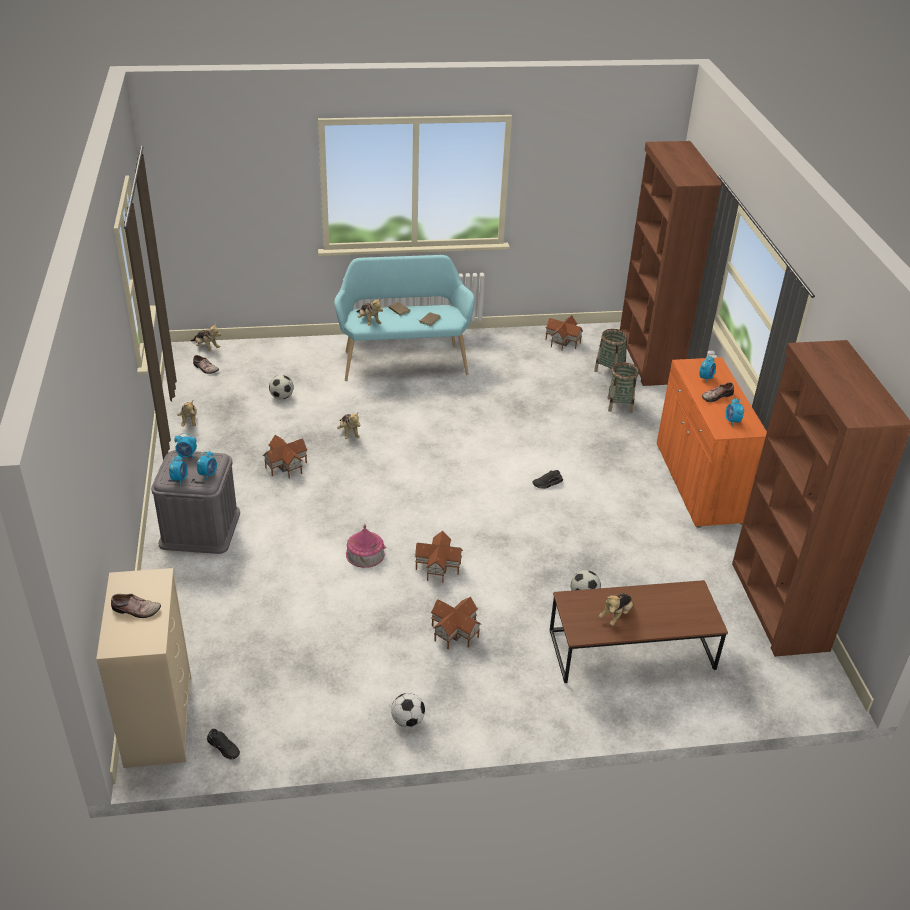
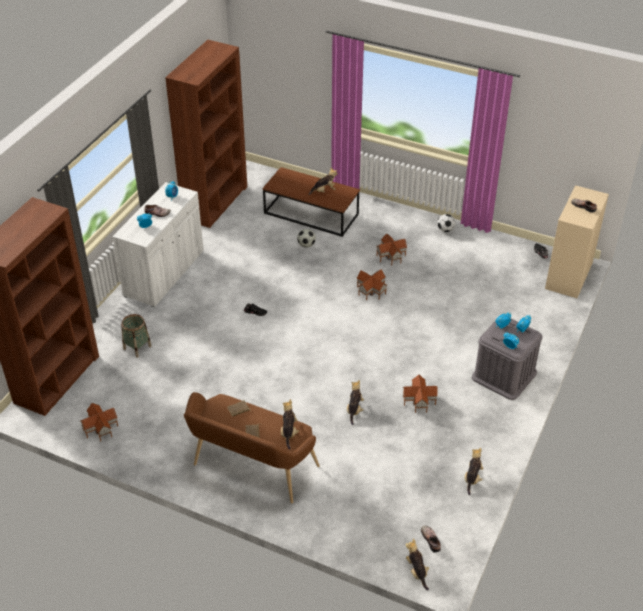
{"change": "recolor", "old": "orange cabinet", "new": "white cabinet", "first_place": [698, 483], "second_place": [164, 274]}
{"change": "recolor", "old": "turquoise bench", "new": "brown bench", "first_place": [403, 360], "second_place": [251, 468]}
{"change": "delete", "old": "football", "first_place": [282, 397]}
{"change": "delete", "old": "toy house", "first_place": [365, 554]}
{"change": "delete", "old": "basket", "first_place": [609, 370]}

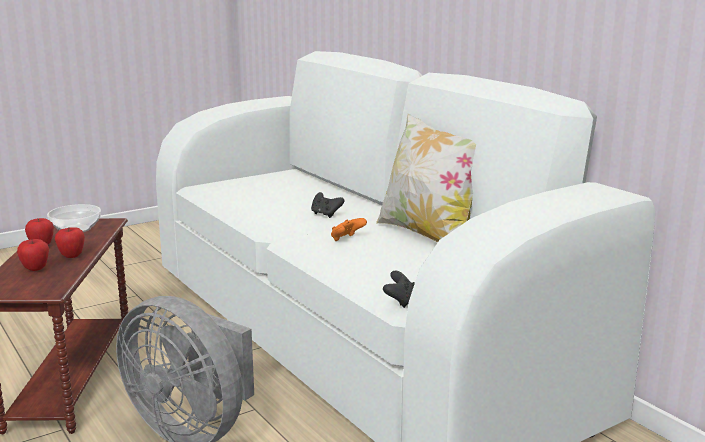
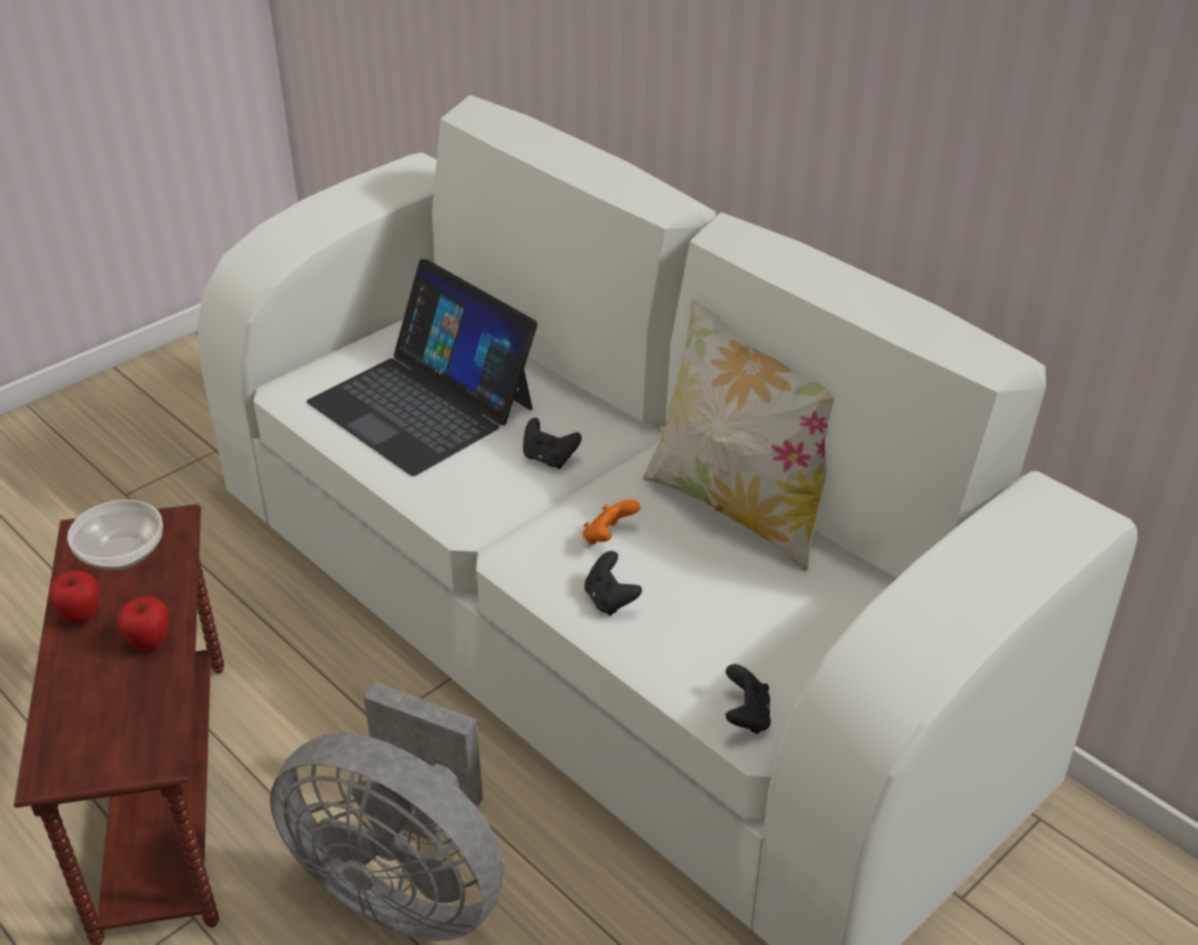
{"change": "insert", "new": "laptop", "second_place": [423, 404]}
{"change": "insert", "new": "black game controller", "second_place": [610, 600]}
{"change": "delete", "old": "apple", "first_place": [35, 269]}

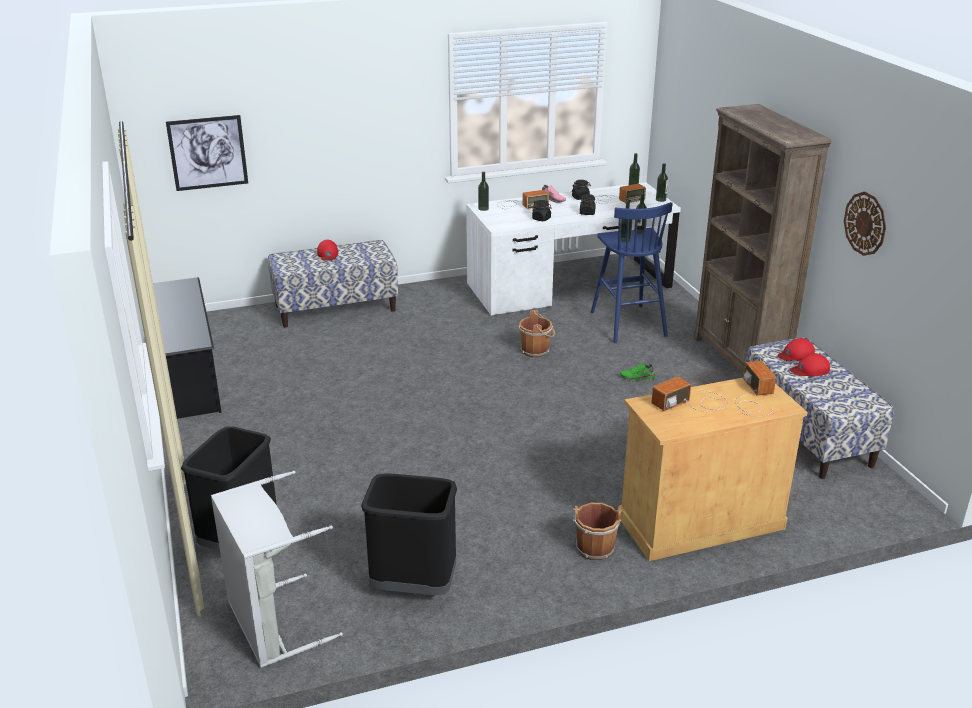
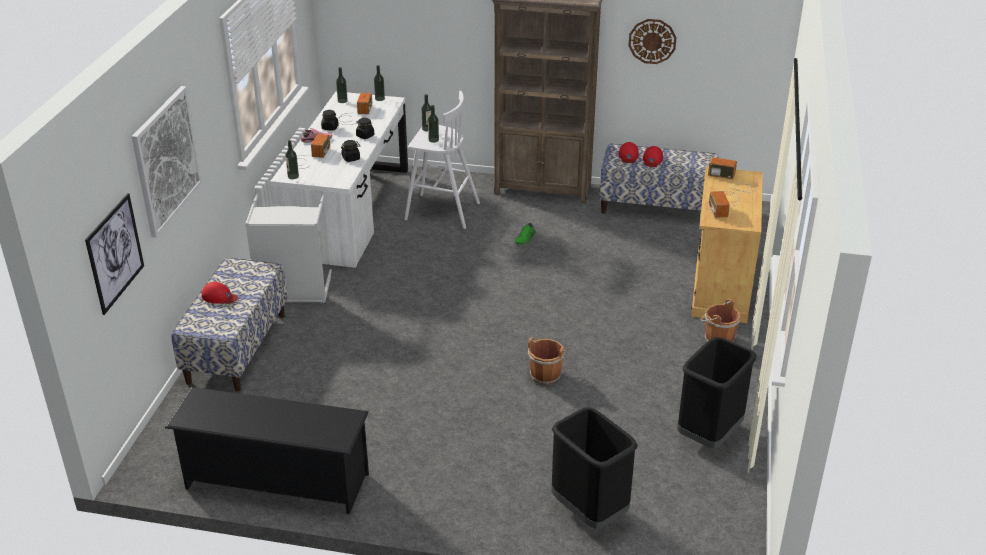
{"change": "insert", "new": "picture", "second_place": [166, 160]}
{"change": "move", "old": "grey laundry basket", "first_place": [271, 624], "second_place": [293, 292]}
{"change": "recolor", "old": "blue stool", "new": "white stool", "first_place": [627, 323], "second_place": [440, 211]}
{"change": "move", "old": "brown bucket", "first_place": [536, 350], "second_place": [545, 374]}

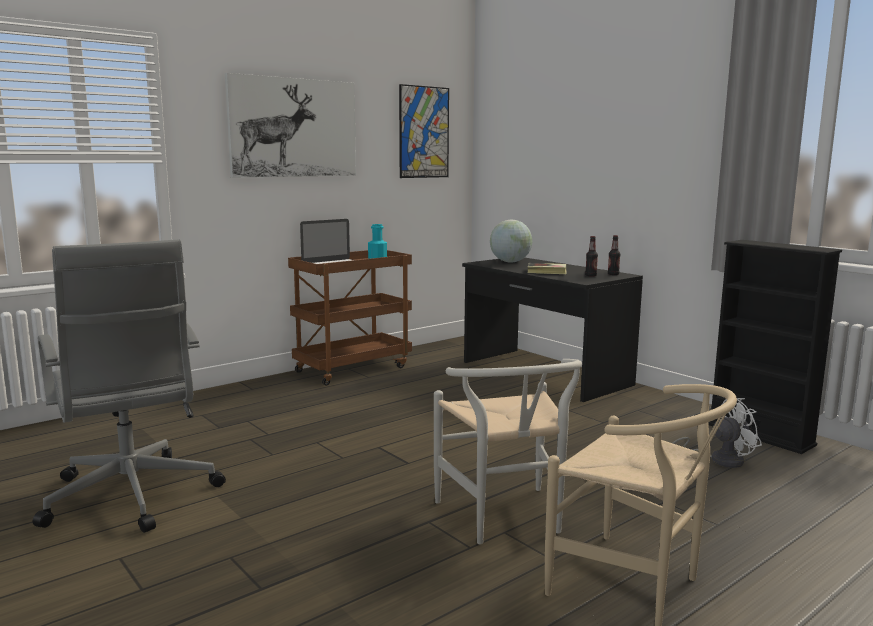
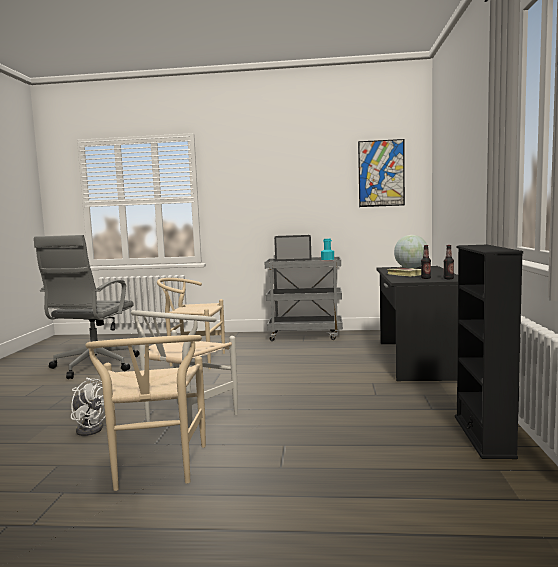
{"change": "move", "old": "white fan", "first_place": [719, 460], "second_place": [90, 428]}
{"change": "insert", "new": "beige chair", "second_place": [193, 360]}
{"change": "recolor", "old": "brown cart", "new": "grey cart", "first_place": [353, 369], "second_place": [306, 335]}
{"change": "delete", "old": "picture", "first_place": [293, 128]}

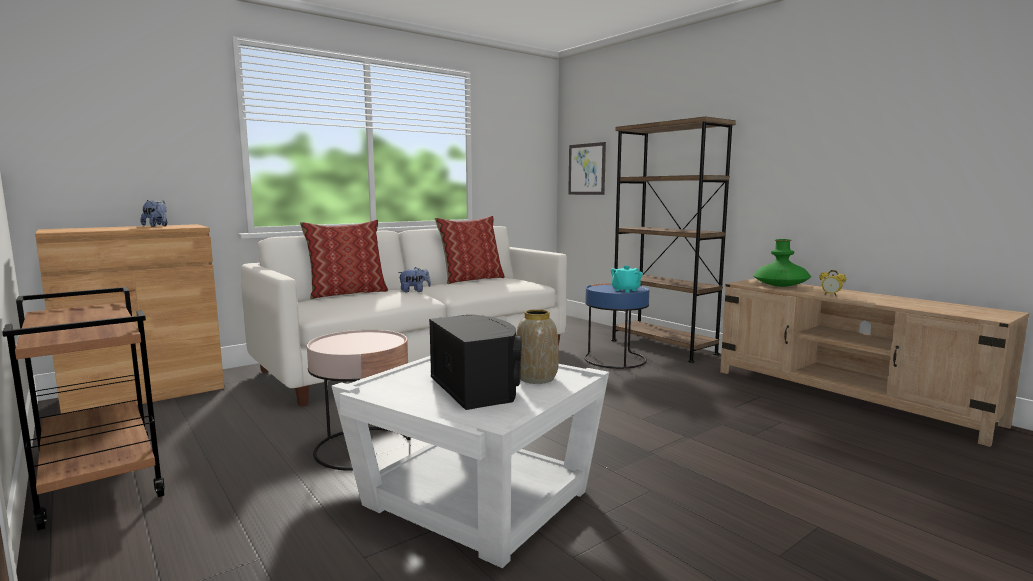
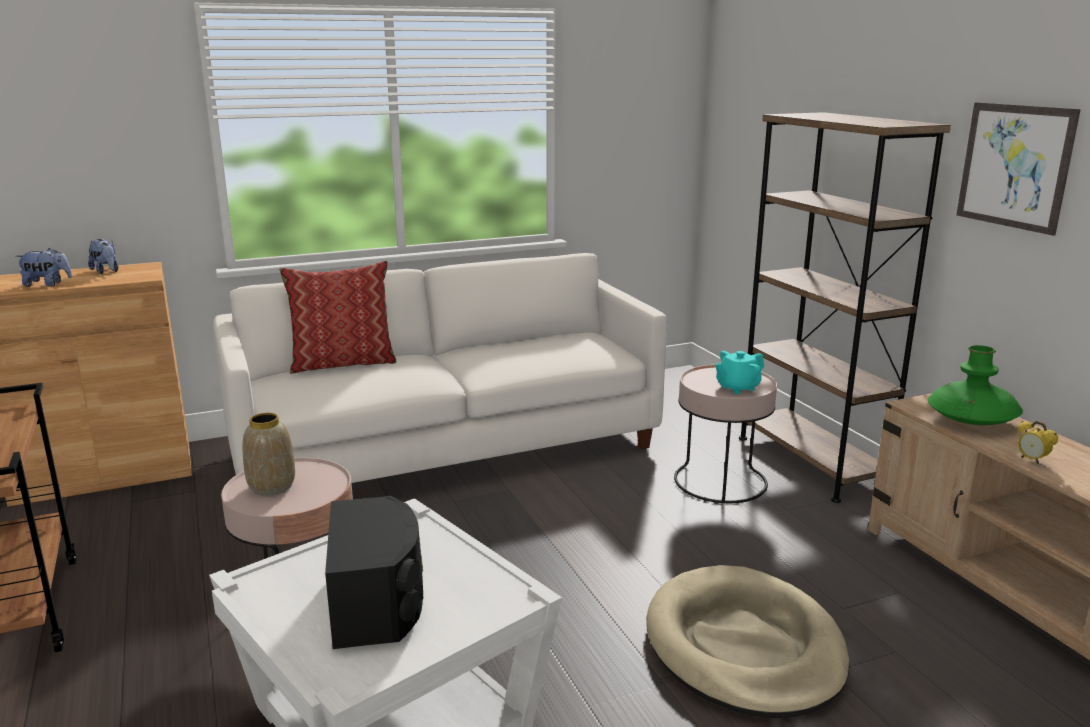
{"change": "move", "old": "plush toy", "first_place": [414, 291], "second_place": [47, 284]}
{"change": "move", "old": "vase", "first_place": [536, 378], "second_place": [271, 487]}
{"change": "insert", "new": "beige dog bed", "second_place": [744, 647]}
{"change": "recolor", "old": "blue side table", "new": "pink side table", "first_place": [615, 359], "second_place": [720, 481]}
{"change": "move", "old": "picture", "first_place": [586, 169], "second_place": [1014, 166]}
{"change": "delete", "old": "pillow", "first_place": [471, 279]}

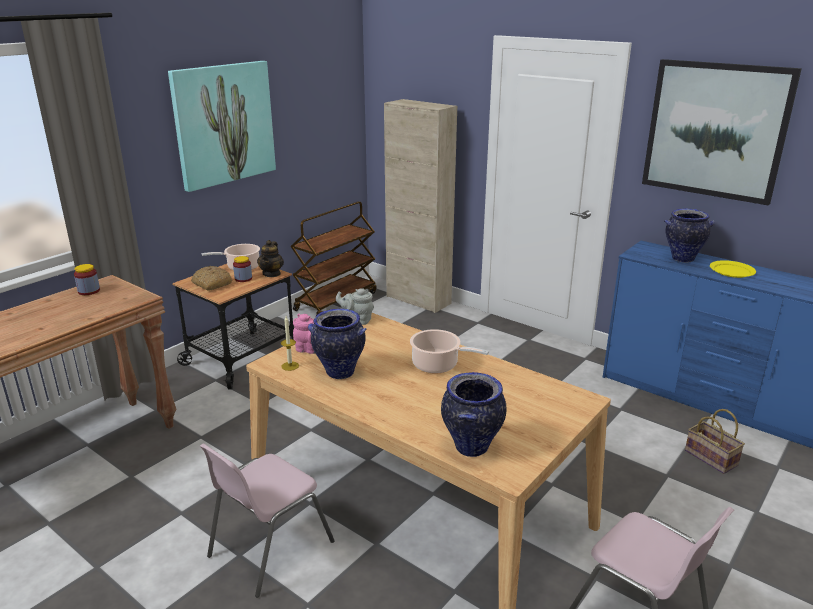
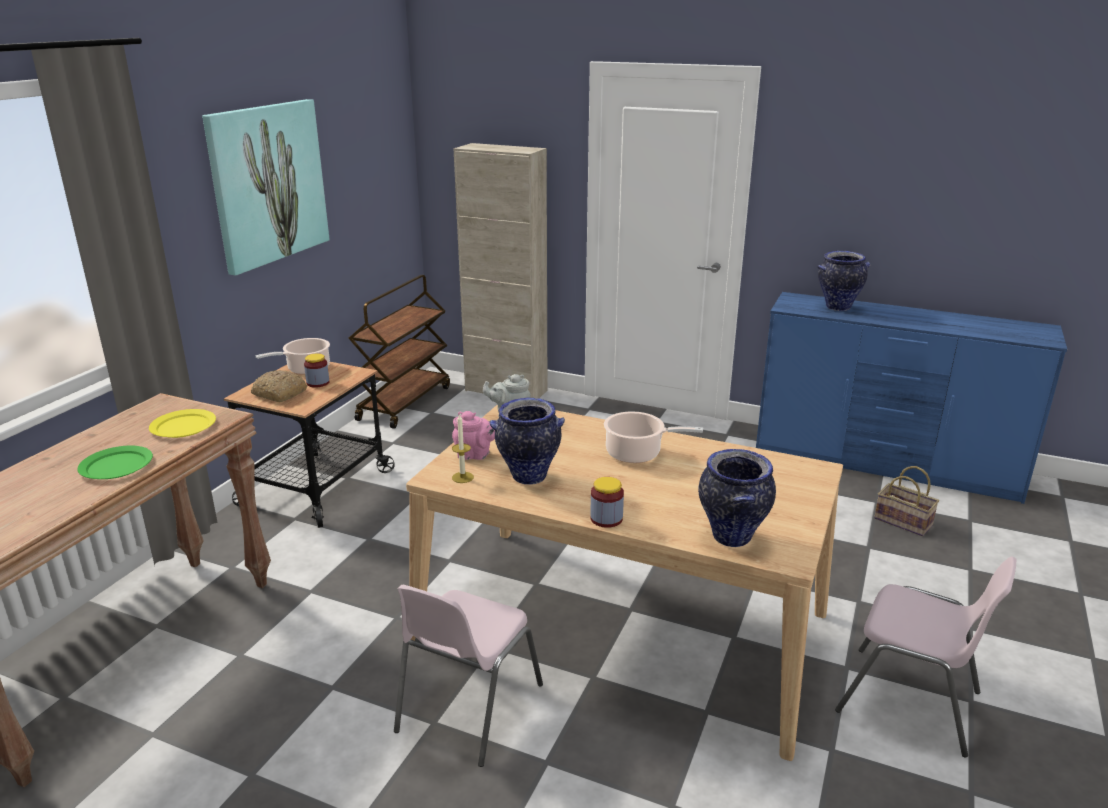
{"change": "insert", "new": "green plate", "second_place": [117, 466]}
{"change": "move", "old": "yellow plate", "first_place": [731, 271], "second_place": [183, 426]}
{"change": "move", "old": "jar", "first_place": [89, 291], "second_place": [606, 519]}
{"change": "delete", "old": "teapot", "first_place": [272, 274]}
{"change": "delete", "old": "picture", "first_place": [715, 130]}

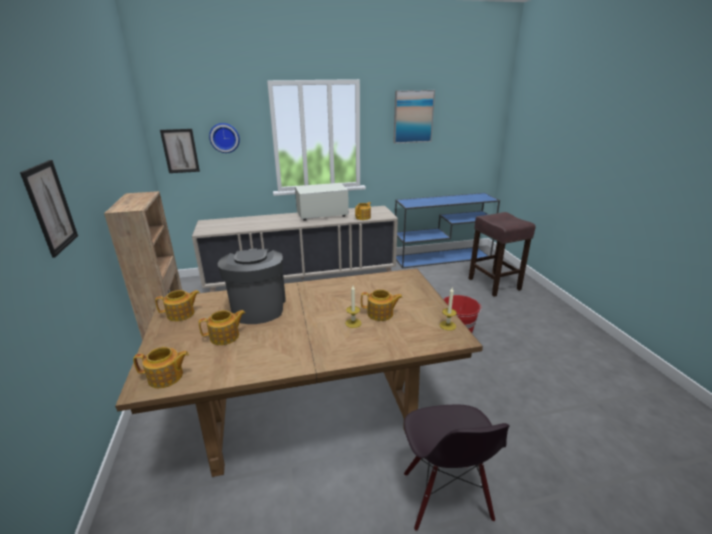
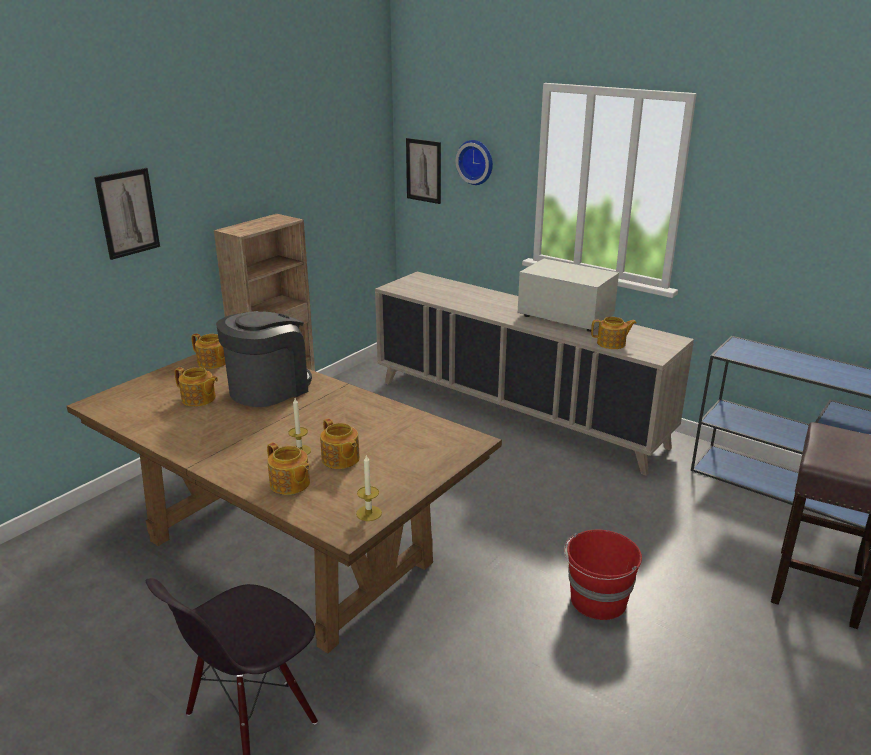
{"change": "move", "old": "teapot", "first_place": [166, 377], "second_place": [290, 484]}
{"change": "delete", "old": "picture", "first_place": [413, 116]}

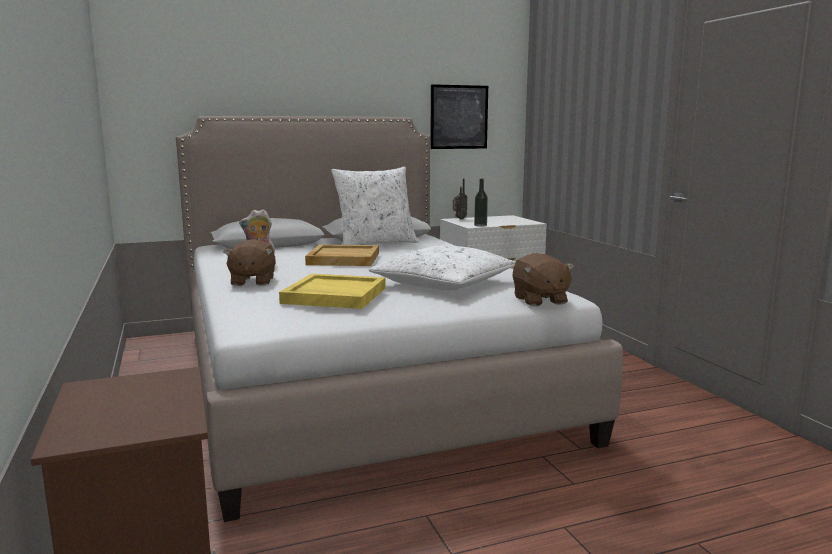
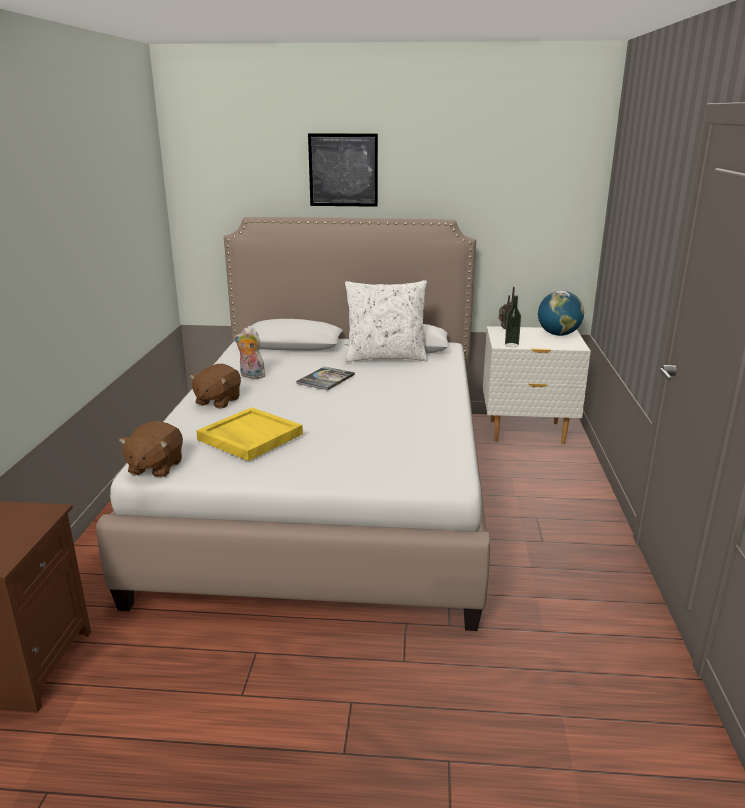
{"change": "move", "old": "brown plush toy", "first_place": [539, 300], "second_place": [155, 467]}
{"change": "replace", "old": "beige tray", "new": "book", "first_place": [343, 259], "second_place": [325, 379]}
{"change": "move", "old": "picture", "first_place": [459, 117], "second_place": [343, 170]}
{"change": "insert", "new": "globe", "second_place": [558, 334]}
{"change": "delete", "old": "white pillow", "first_place": [443, 283]}

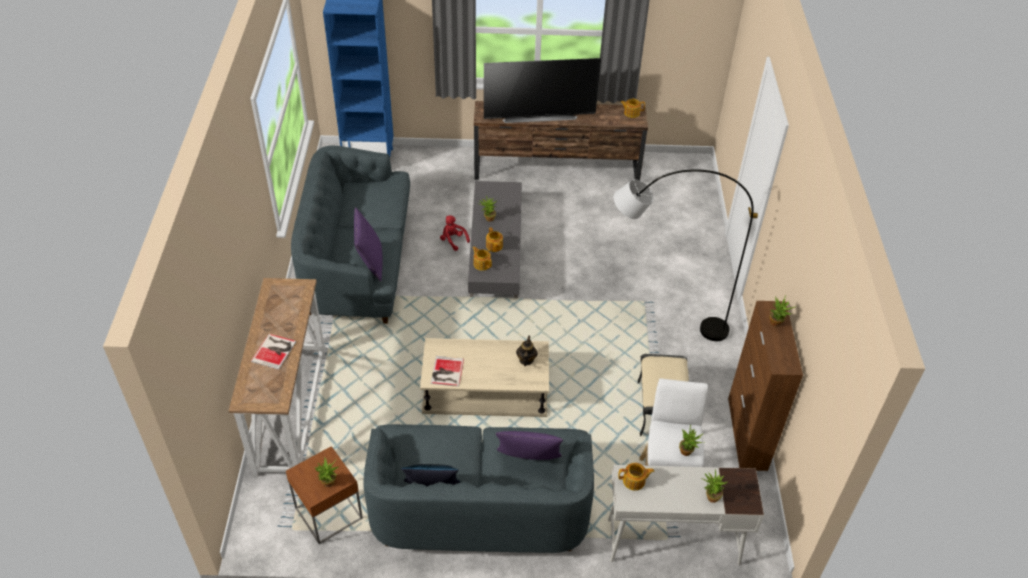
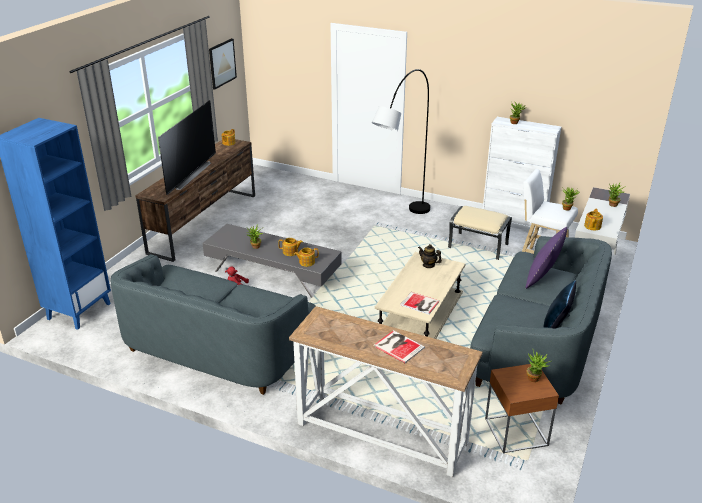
{"change": "insert", "new": "picture", "second_place": [222, 63]}
{"change": "recolor", "old": "brown cabinet", "new": "white cabinet", "first_place": [747, 434], "second_place": [513, 222]}
{"change": "delete", "old": "purple pillow", "first_place": [370, 262]}

